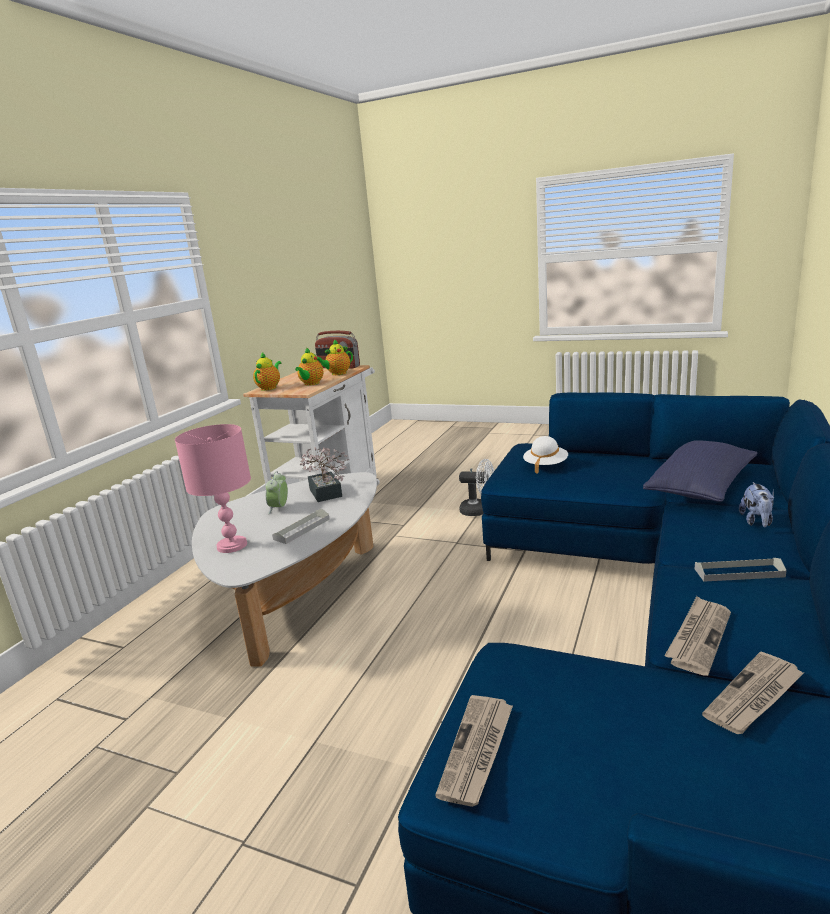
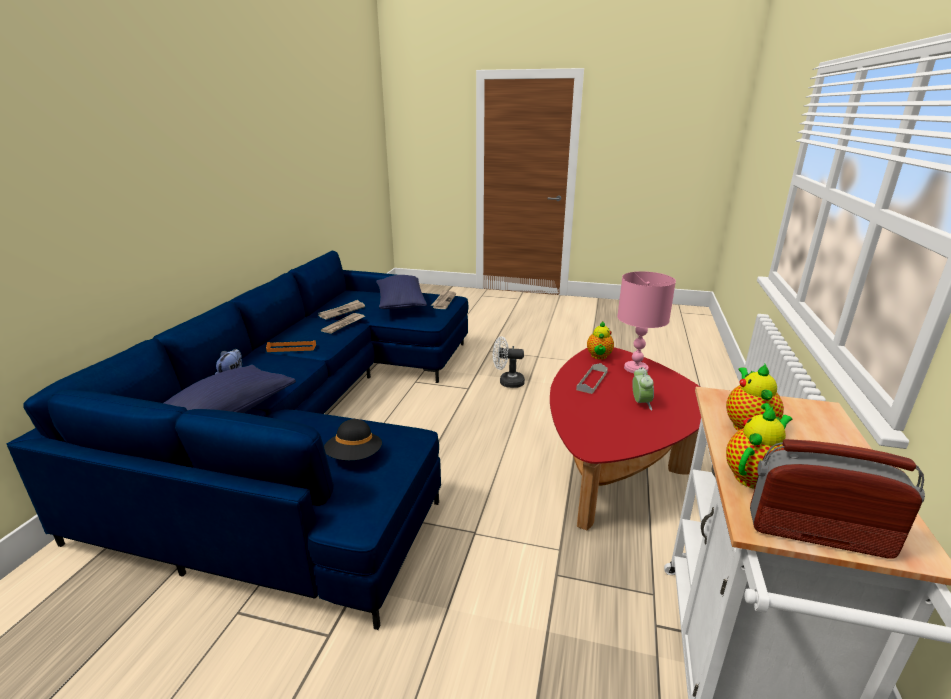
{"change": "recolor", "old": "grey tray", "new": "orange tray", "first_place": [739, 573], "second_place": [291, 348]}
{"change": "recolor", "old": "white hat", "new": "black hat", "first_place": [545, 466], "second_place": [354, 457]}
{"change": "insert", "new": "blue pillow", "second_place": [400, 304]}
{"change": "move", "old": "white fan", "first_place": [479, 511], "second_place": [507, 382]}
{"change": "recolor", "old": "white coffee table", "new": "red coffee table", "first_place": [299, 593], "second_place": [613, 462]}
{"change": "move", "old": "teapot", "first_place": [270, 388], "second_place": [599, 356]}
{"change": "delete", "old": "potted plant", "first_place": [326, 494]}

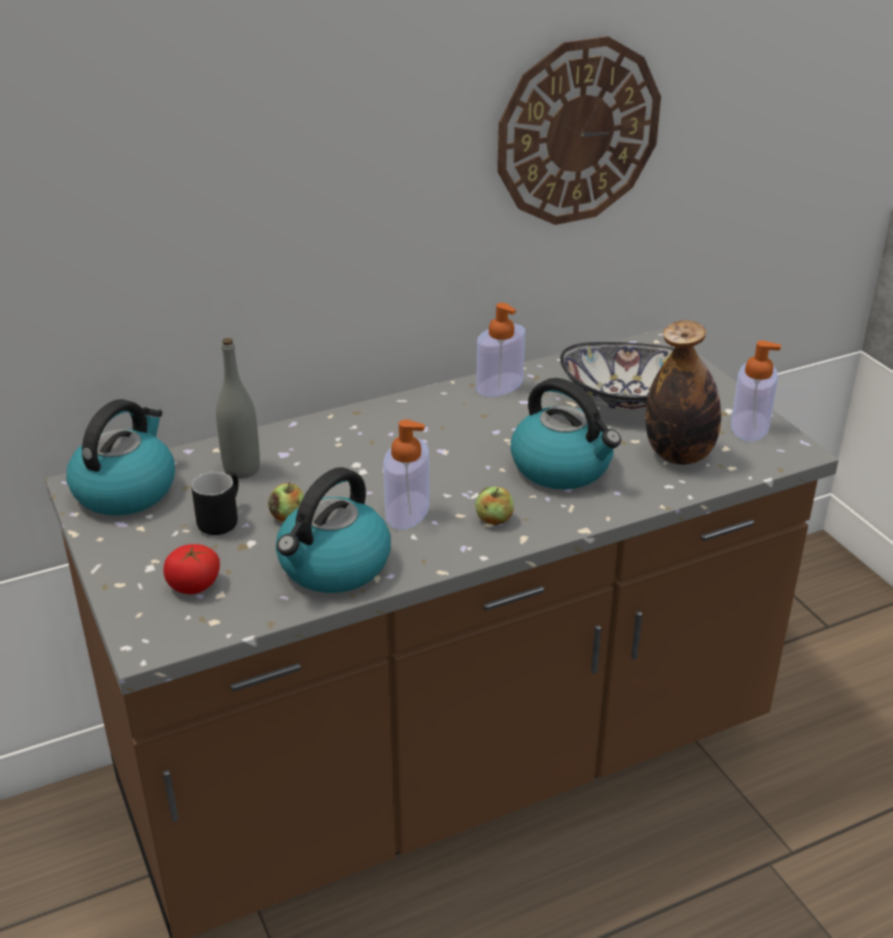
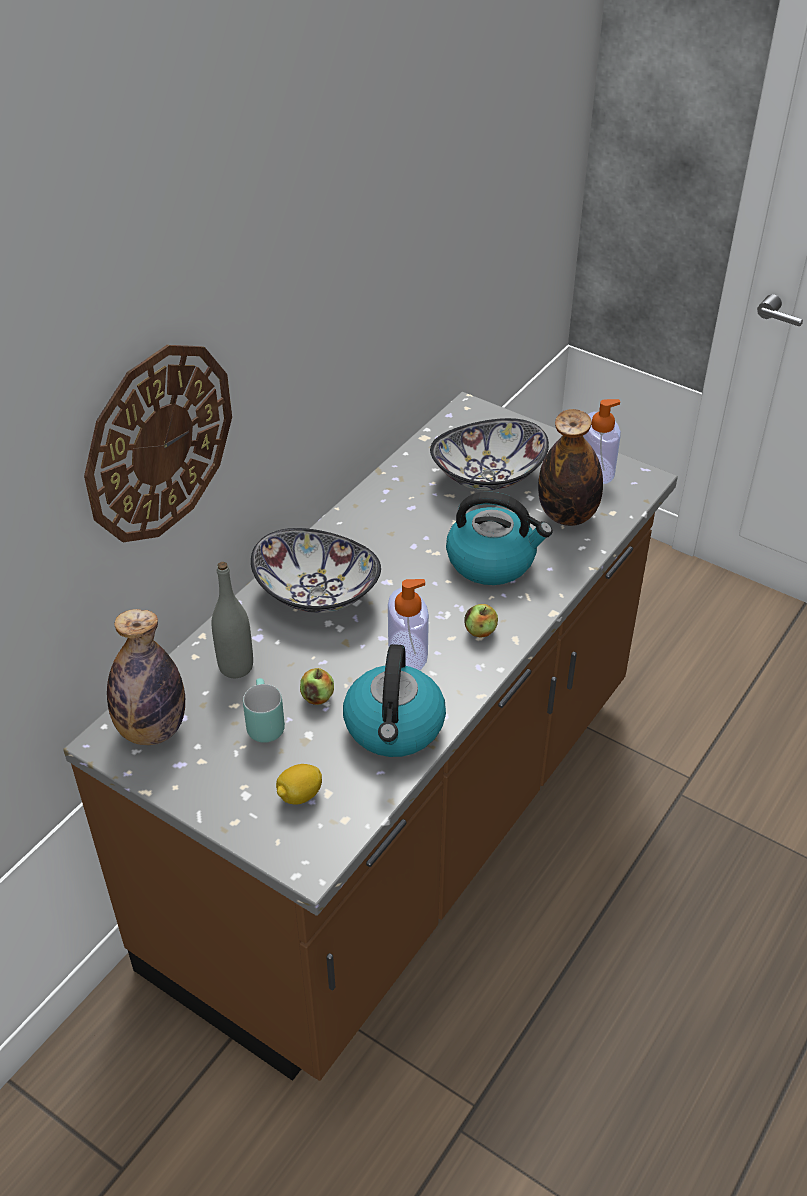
{"change": "move", "old": "wall clock", "first_place": [578, 132], "second_place": [159, 443]}
{"change": "replace", "old": "kettle", "new": "bottle", "first_place": [126, 490], "second_place": [152, 729]}
{"change": "recolor", "old": "black mug", "new": "turquoise mug", "first_place": [220, 519], "second_place": [262, 723]}
{"change": "insert", "new": "bowl", "second_place": [318, 593]}
{"change": "replace", "old": "tomato", "new": "lemon", "first_place": [194, 586], "second_place": [299, 795]}
{"change": "delete", "old": "soap dispenser", "first_place": [499, 385]}

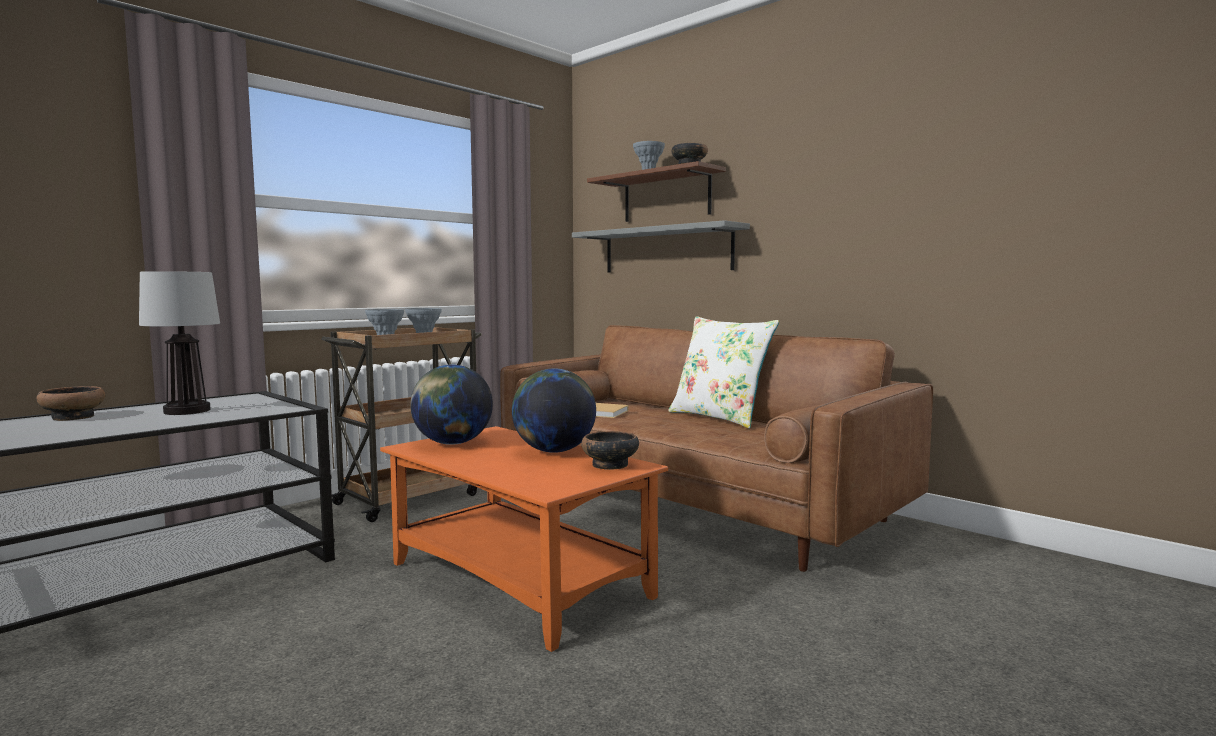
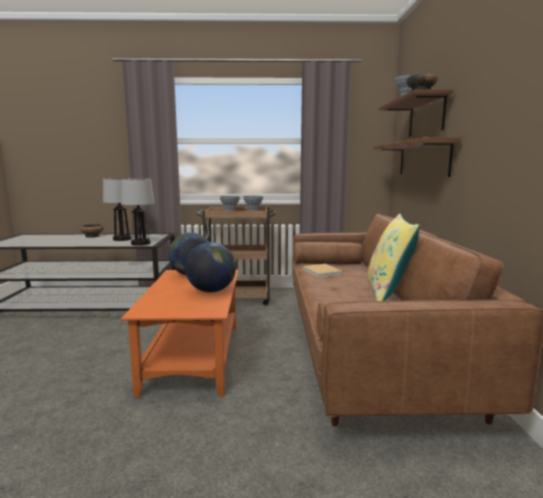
{"change": "insert", "new": "table lamp", "second_place": [140, 243]}
{"change": "recolor", "old": "white pillow", "new": "yellow pillow", "first_place": [719, 417], "second_place": [388, 293]}
{"change": "recolor", "old": "grey shelf", "new": "brown shelf", "first_place": [666, 250], "second_place": [423, 159]}
{"change": "delete", "old": "bowl", "first_place": [609, 465]}

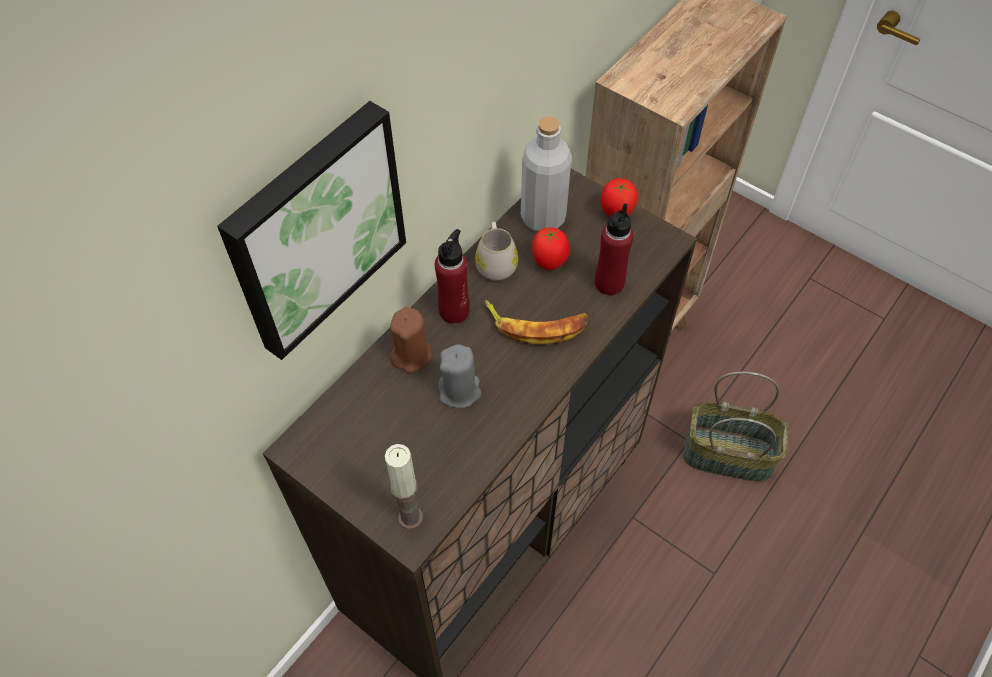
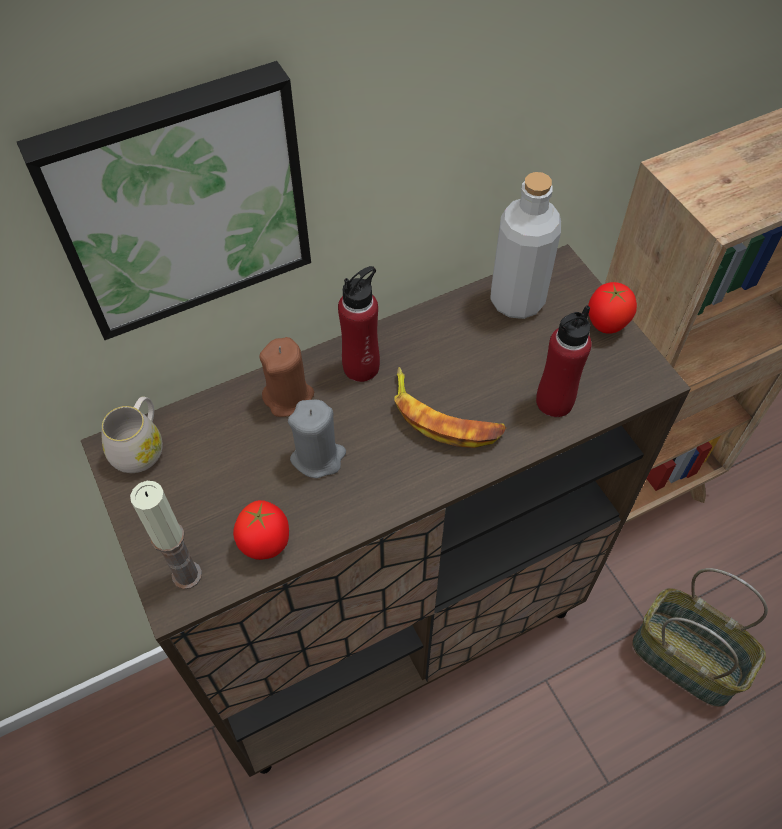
{"change": "move", "old": "white mug", "first_place": [496, 263], "second_place": [141, 447]}
{"change": "move", "old": "tomato", "first_place": [549, 262], "second_place": [266, 544]}

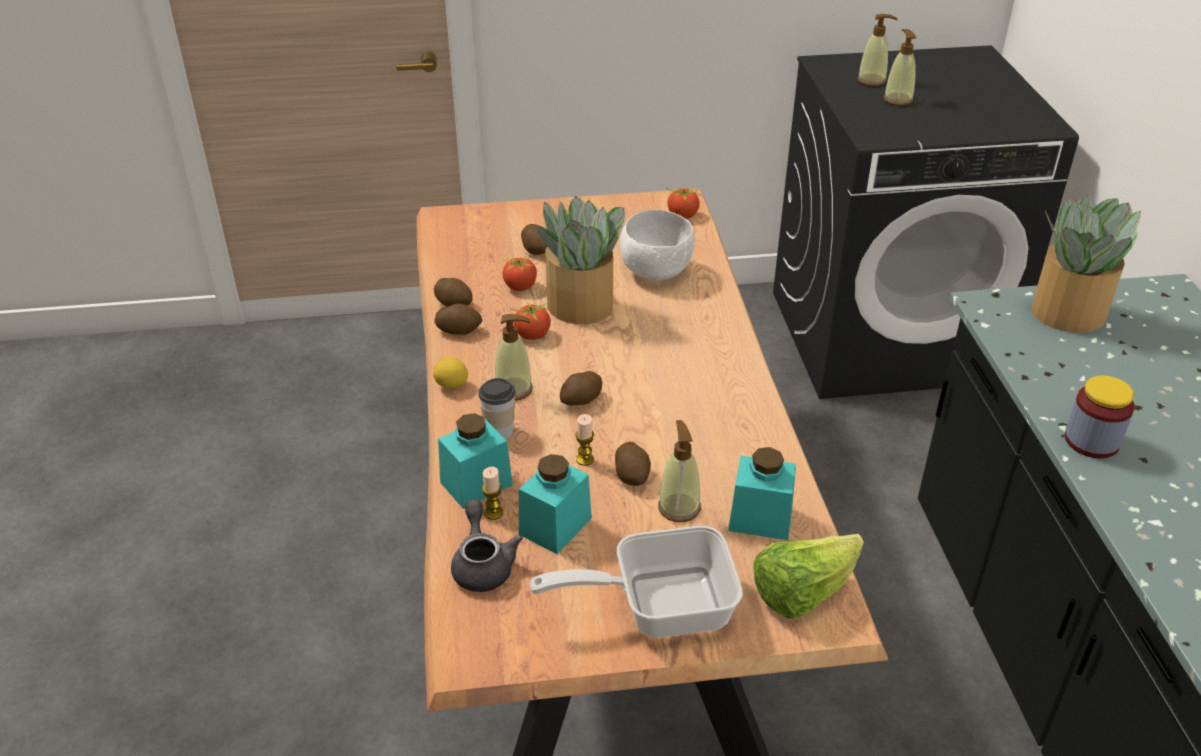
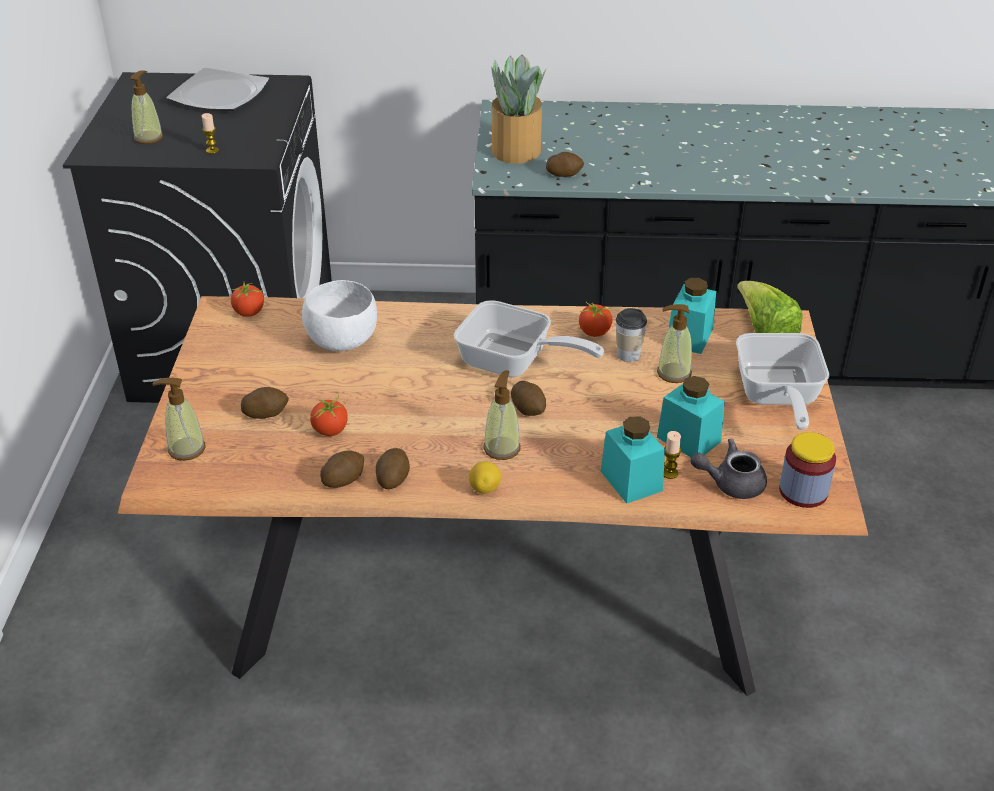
{"change": "move", "old": "soap dispenser", "first_place": [898, 99], "second_place": [186, 449]}
{"change": "insert", "new": "plate", "second_place": [219, 95]}
{"change": "move", "old": "candle", "first_place": [585, 459], "second_place": [212, 150]}
{"change": "insert", "new": "frying pan", "second_place": [514, 363]}
{"change": "move", "old": "potato", "first_place": [632, 476], "second_place": [564, 174]}
{"change": "move", "old": "tomato", "first_place": [532, 335], "second_place": [595, 332]}
{"change": "move", "old": "cup", "first_place": [499, 431], "second_place": [628, 355]}
{"change": "move", "old": "jar", "first_place": [1091, 441], "second_place": [803, 491]}
{"change": "delete", "old": "potted plant", "first_place": [581, 306]}

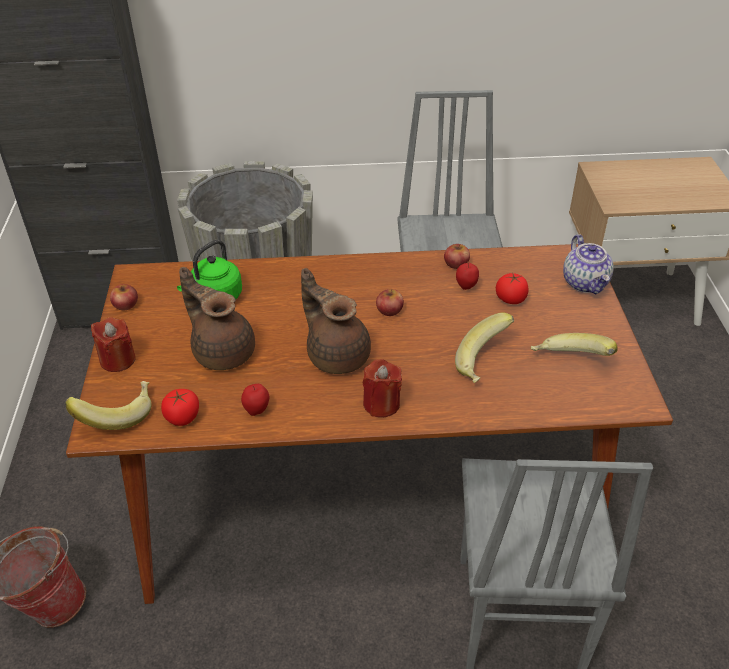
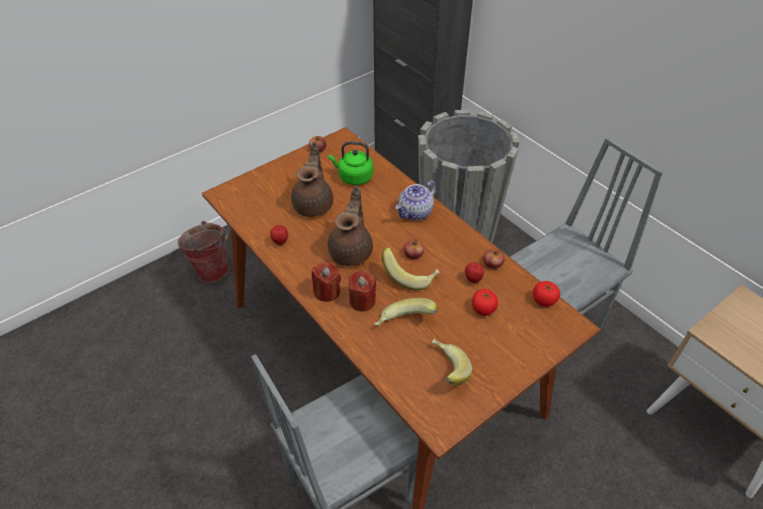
{"change": "move", "old": "red candle", "first_place": [118, 360], "second_place": [362, 301]}
{"change": "move", "old": "banana", "first_place": [117, 414], "second_place": [410, 276]}
{"change": "move", "old": "teapot", "first_place": [585, 283], "second_place": [415, 213]}
{"change": "move", "old": "tomato", "first_place": [182, 417], "second_place": [544, 300]}

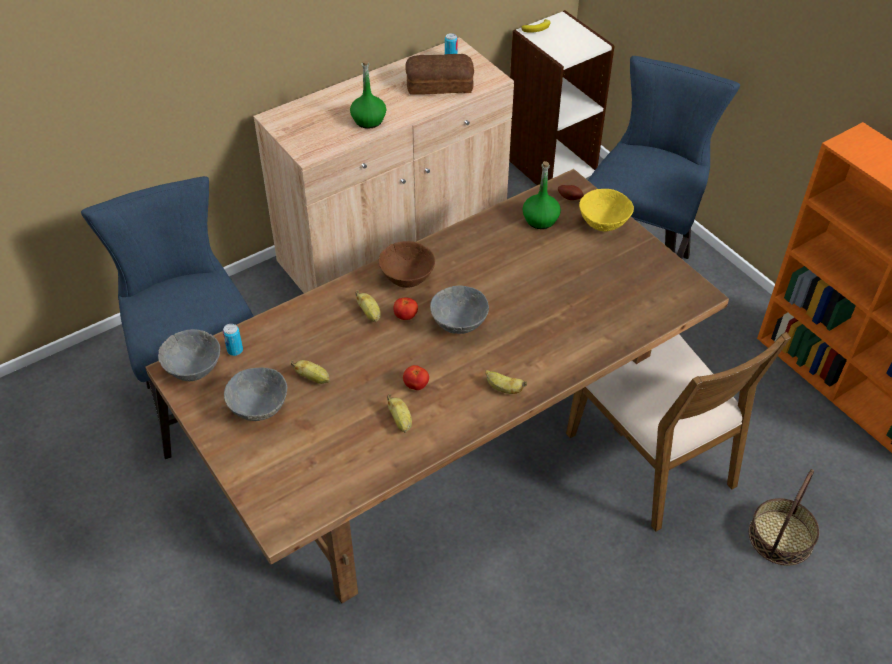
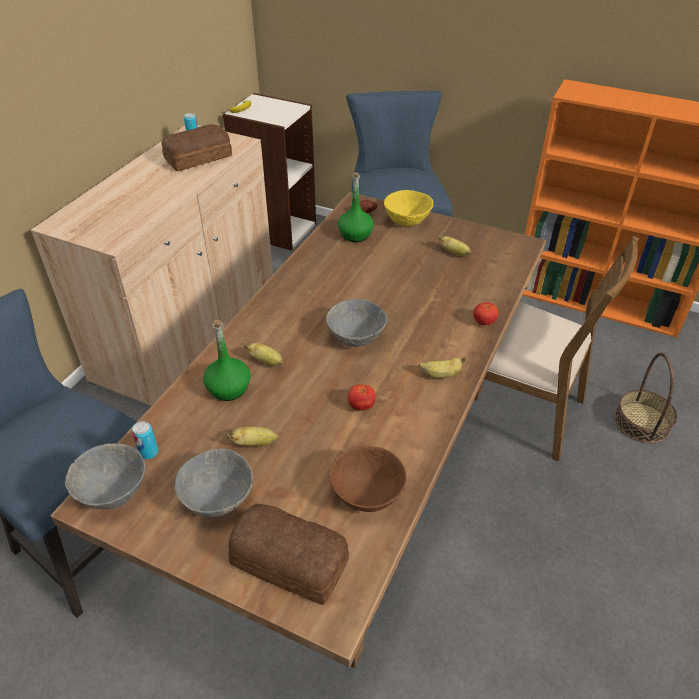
{"change": "move", "old": "green bottle", "first_place": [369, 120], "second_place": [229, 388]}
{"change": "insert", "new": "bread", "second_place": [289, 559]}
{"change": "move", "old": "brown bowl", "first_place": [407, 278], "second_place": [367, 494]}
{"change": "move", "old": "banana", "first_place": [400, 421], "second_place": [454, 253]}
{"change": "move", "old": "tomato", "first_place": [405, 316], "second_place": [484, 322]}

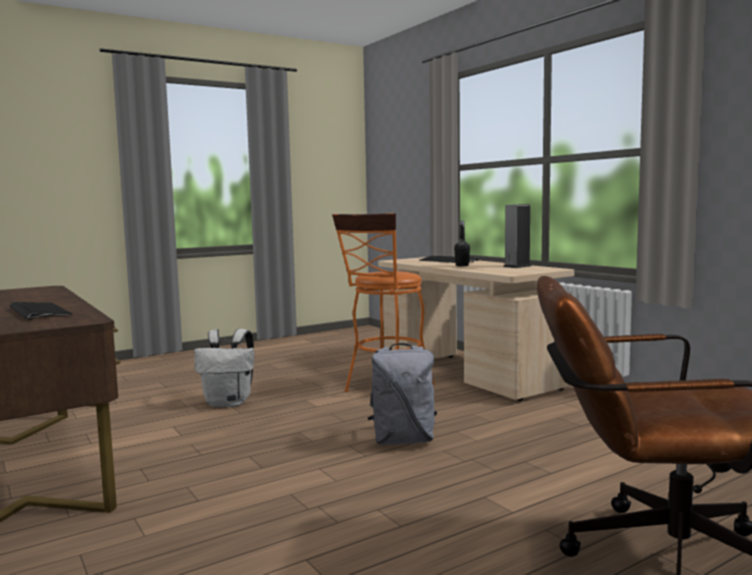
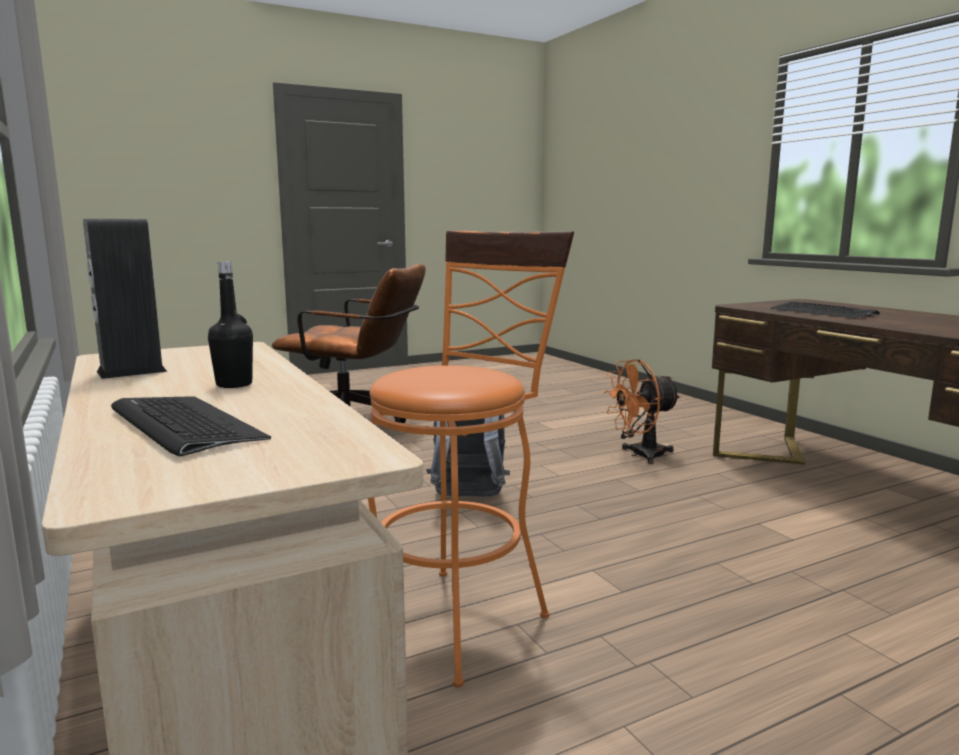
{"change": "insert", "new": "orange fan", "second_place": [640, 455]}
{"change": "delete", "old": "white backpack", "first_place": [229, 403]}

